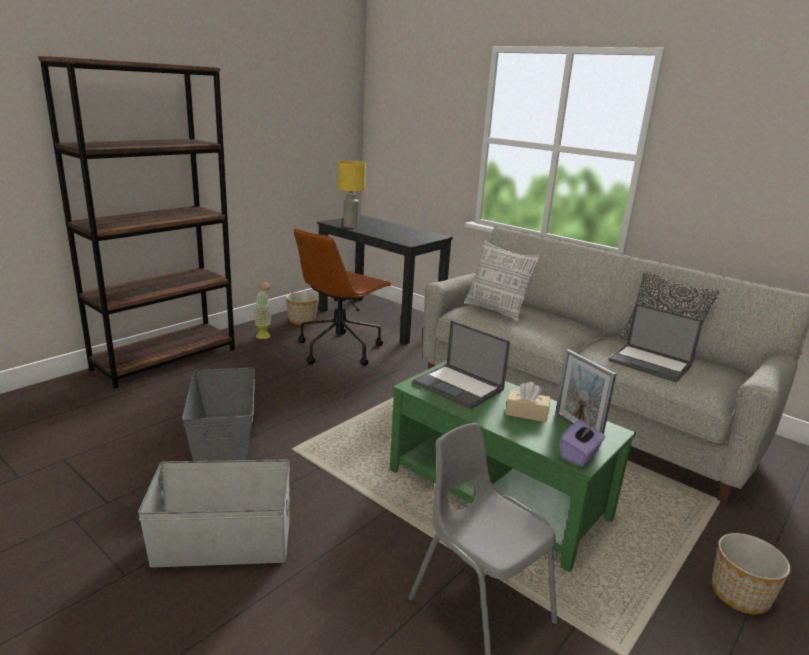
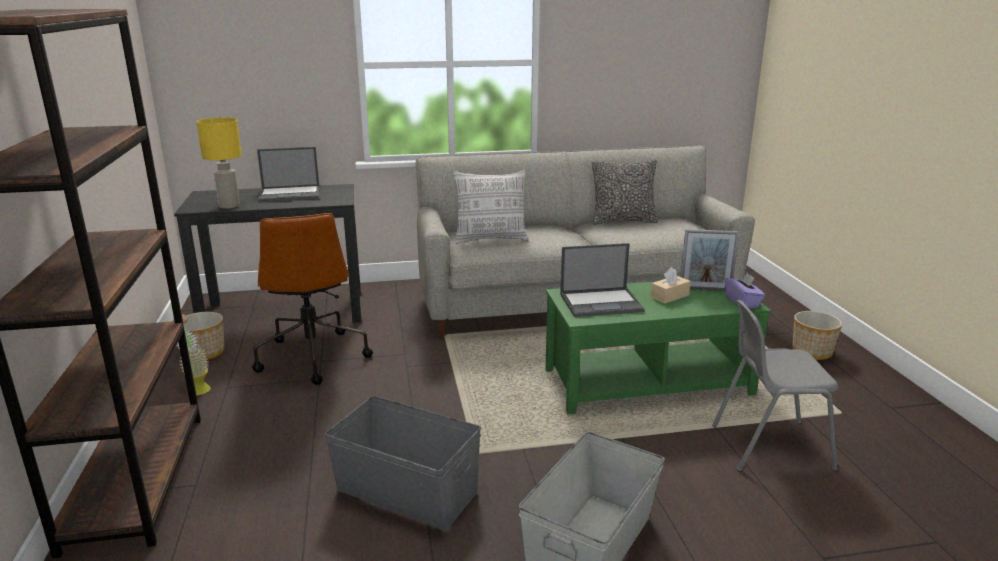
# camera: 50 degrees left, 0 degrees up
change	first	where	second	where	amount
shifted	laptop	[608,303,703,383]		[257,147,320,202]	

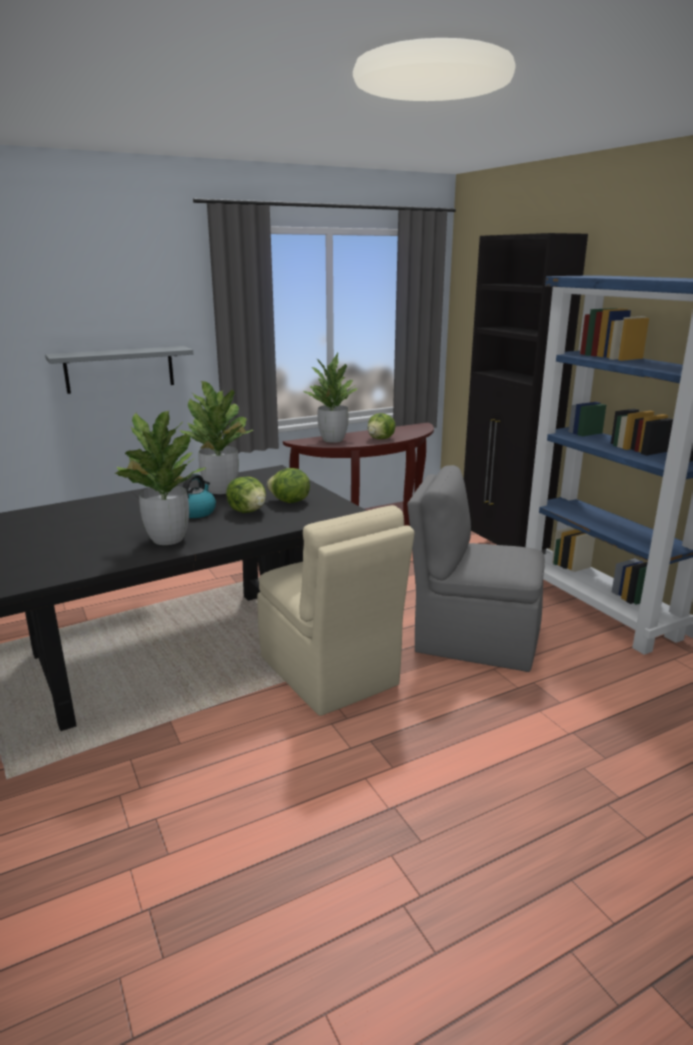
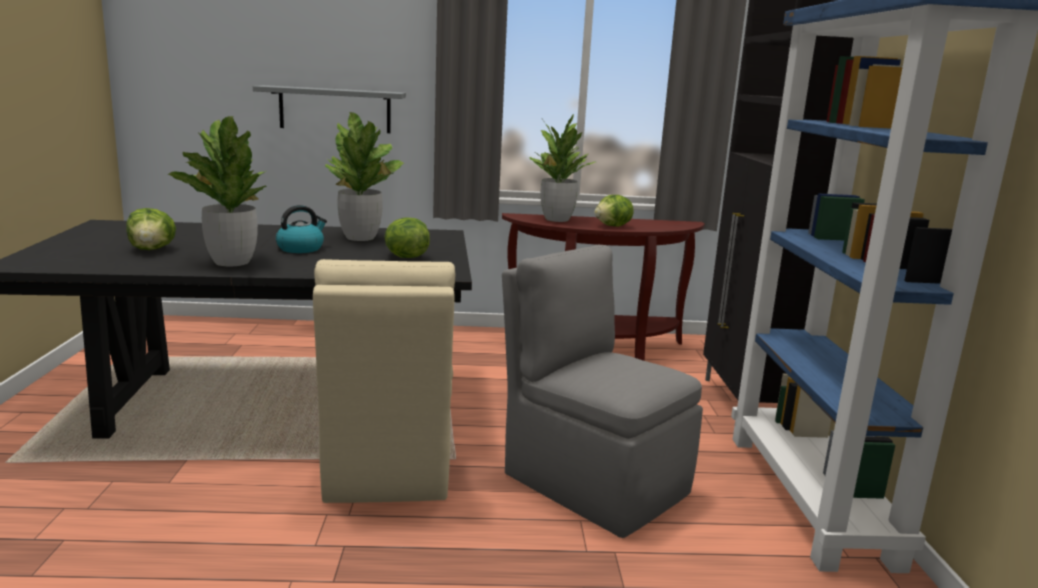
# camera: 25 degrees right, 5 degrees down
change	first	where	second	where	amount
shifted	sałata	[226,477,266,513]		[126,208,176,250]	

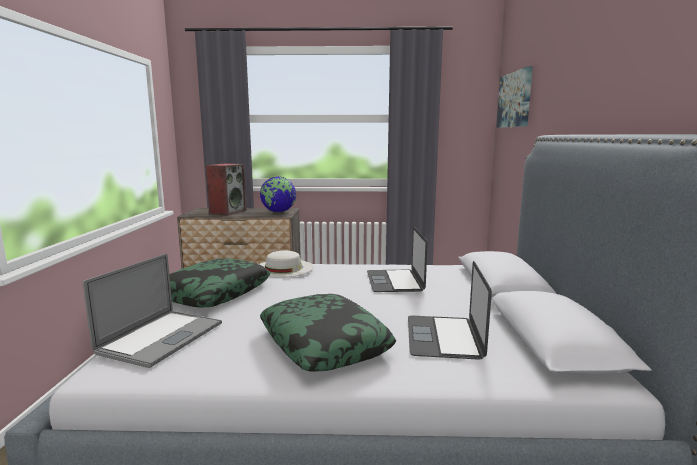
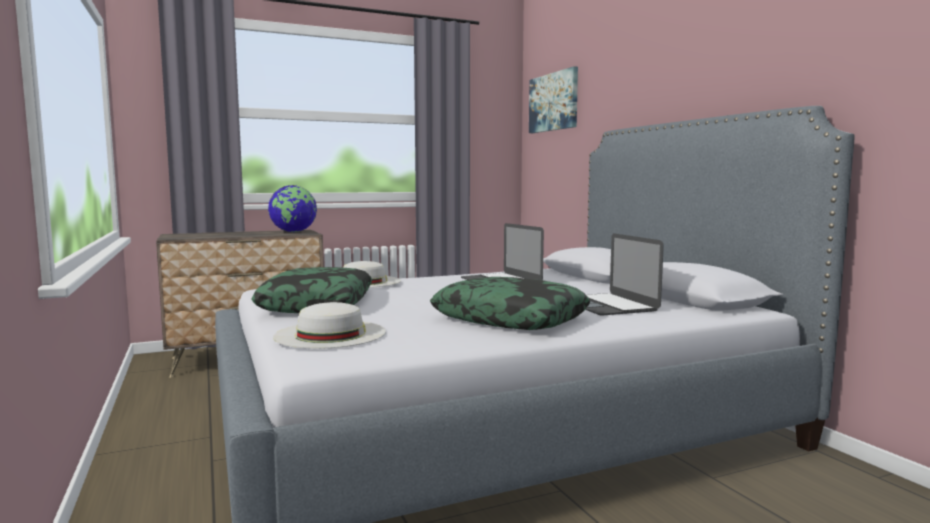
# camera: 25 degrees left, 5 degrees down
change	first	where	second	where	amount
swapped	laptop	[83,254,222,368]	kapelusz/biały	[273,302,386,349]	
gone	głośnik	[206,163,246,215]			

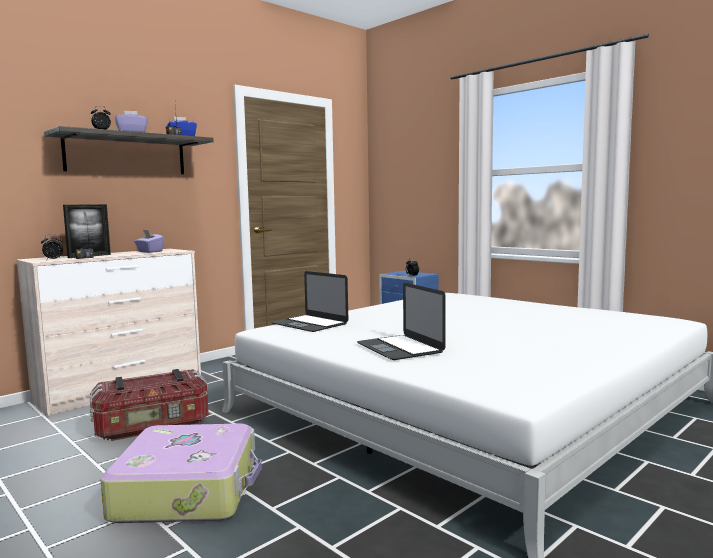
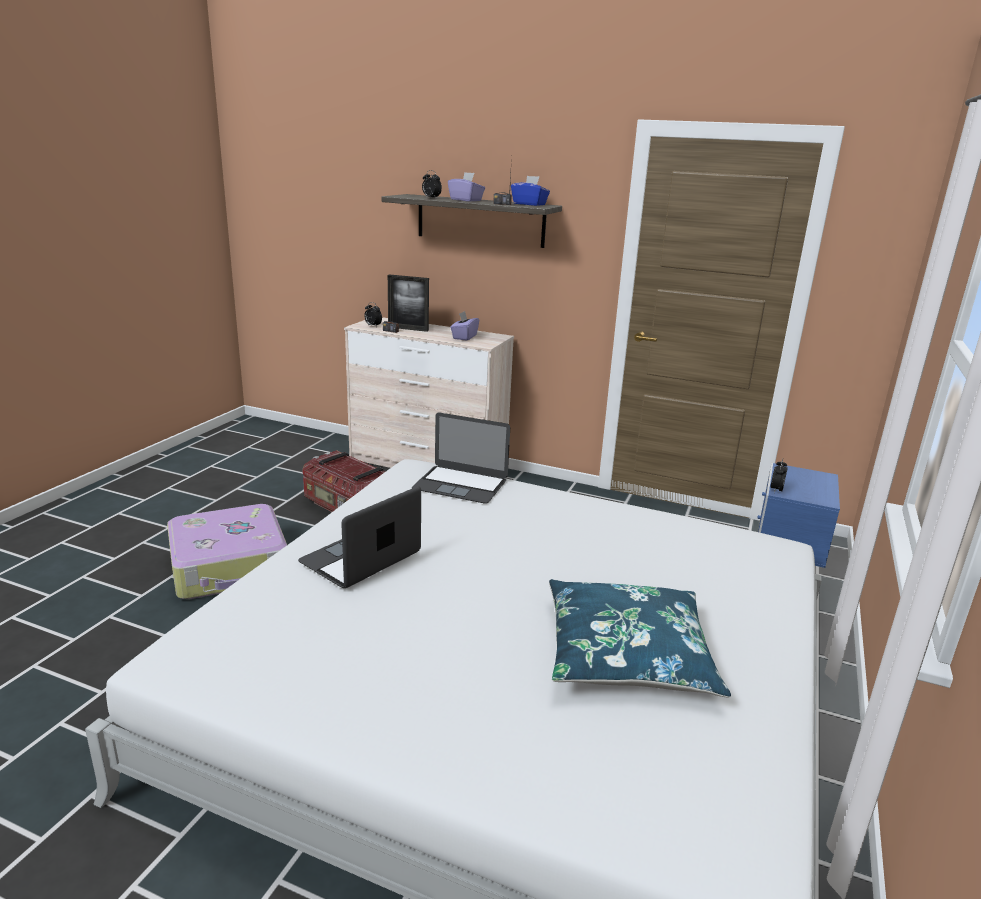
# camera: 65 degrees right, 15 degrees up
change	first	where	second	where	amount
rotated	laptop	[272,271,348,332]		[412,413,510,504]	90 degrees counterclockwise
new			poduszka/niebieski	[549,579,731,697]	

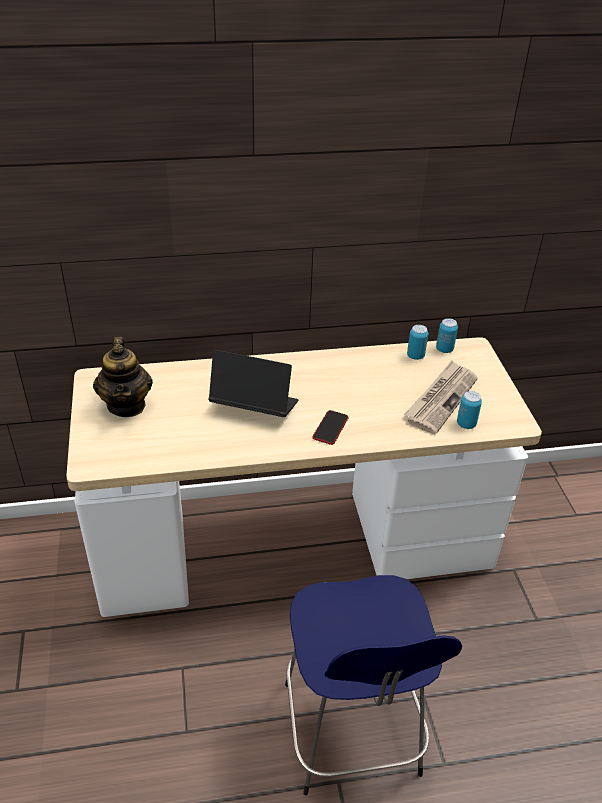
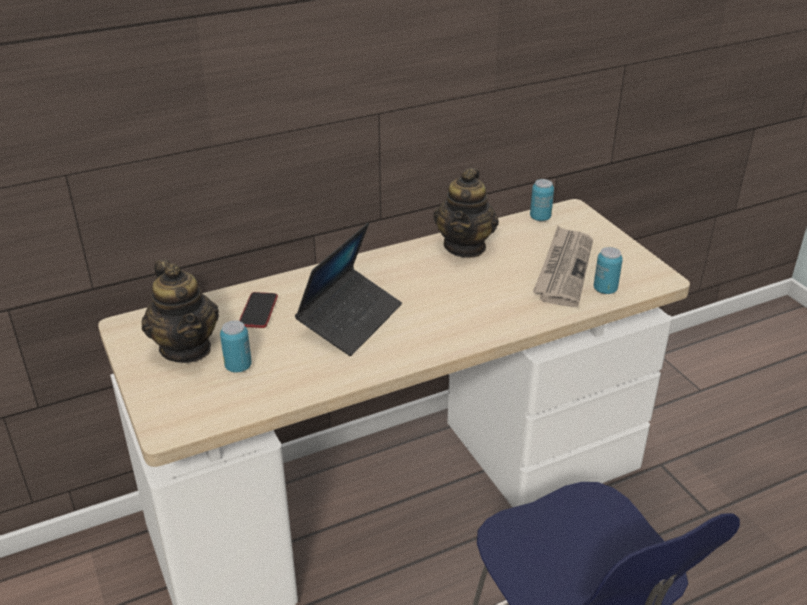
# camera: 15 degrees left, 5 degrees down
change	first	where	second	where	amount
rotated	laptop	[208,350,299,417]		[295,223,402,356]	120 degrees clockwise
shifted	telefon	[313,410,349,445]		[239,292,278,328]	
shifted	puszka	[407,325,428,360]		[220,320,252,373]	
new			imbryk	[433,168,499,258]	

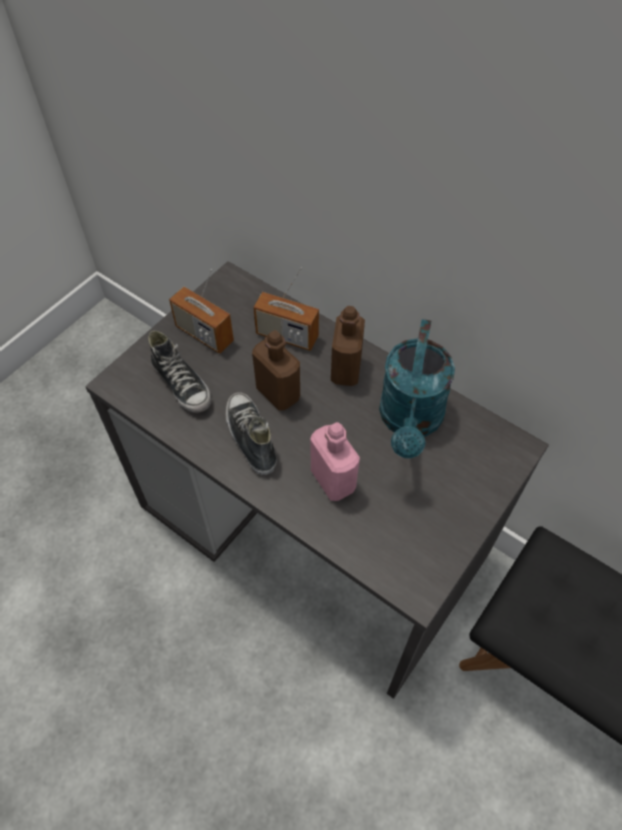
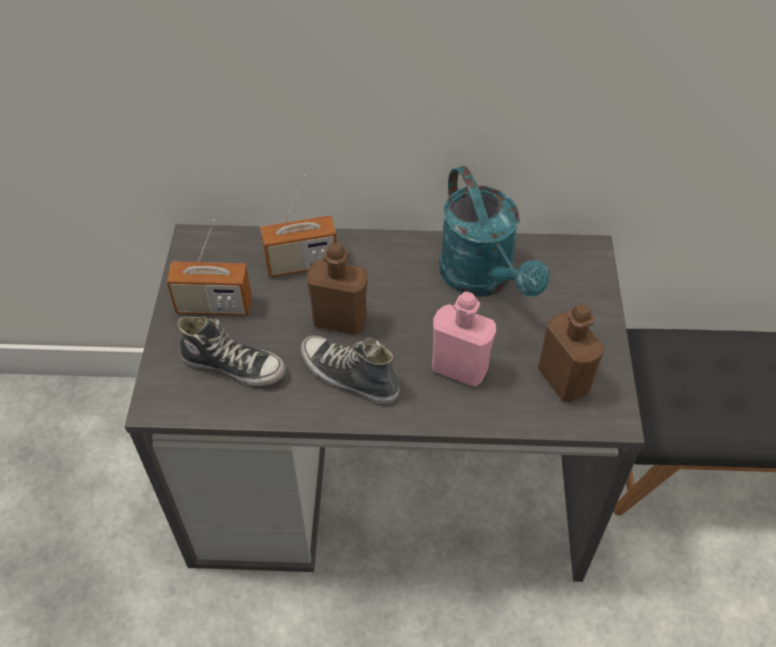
# camera: 35 degrees left, 5 degrees down
change	first	where	second	where	amount
shifted	butelka/brązowy	[331,306,365,386]		[538,304,605,402]	

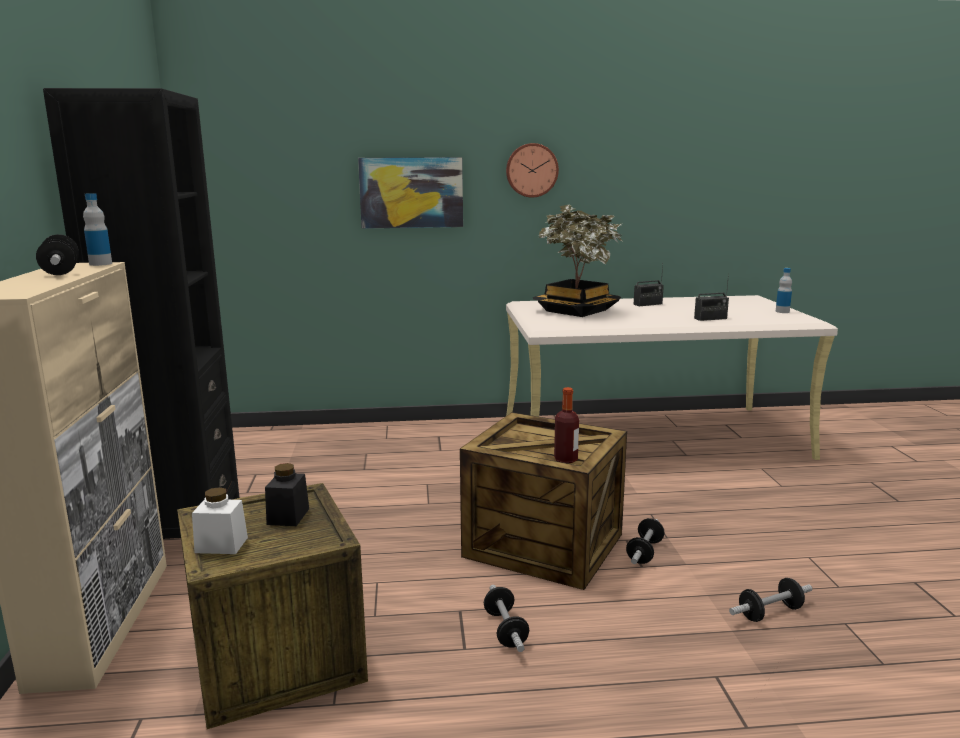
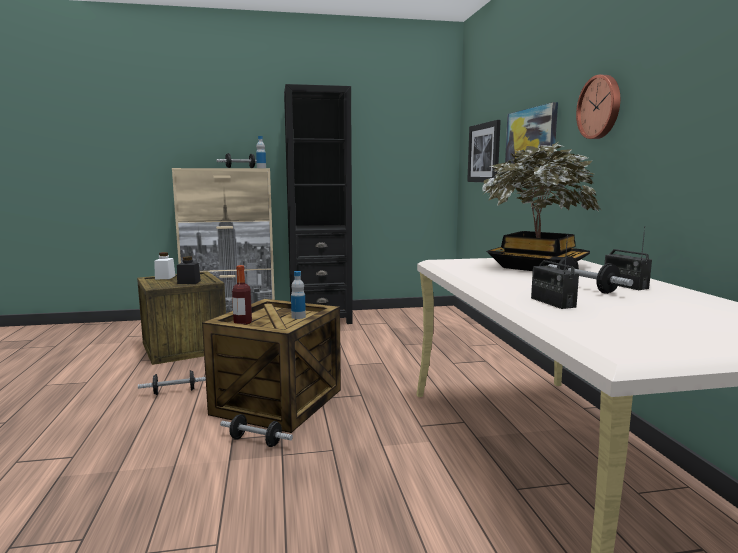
# camera: 85 degrees right, 5 degrees down
change	first	where	second	where	amount
shifted	hantel	[729,578,812,622]		[548,256,633,294]	
shifted	butelka	[776,268,792,313]		[291,271,306,319]	
new			obraz	[467,120,501,182]	

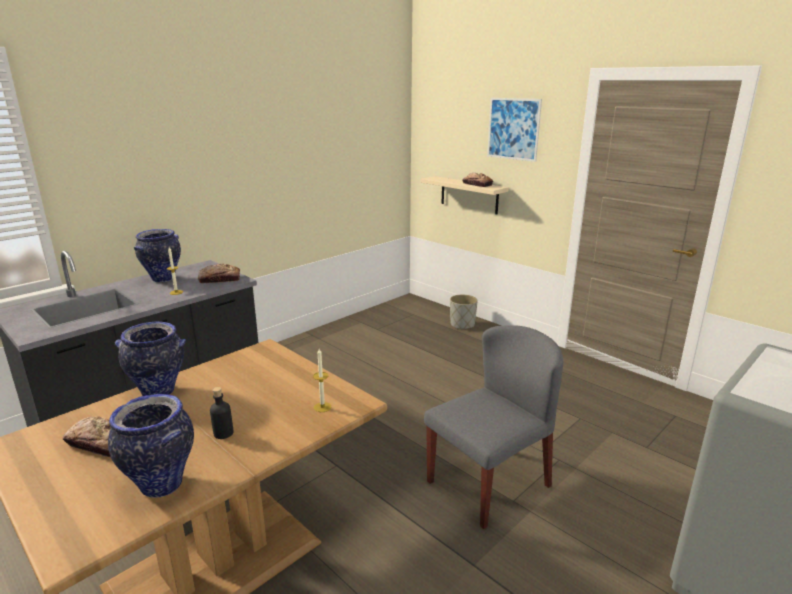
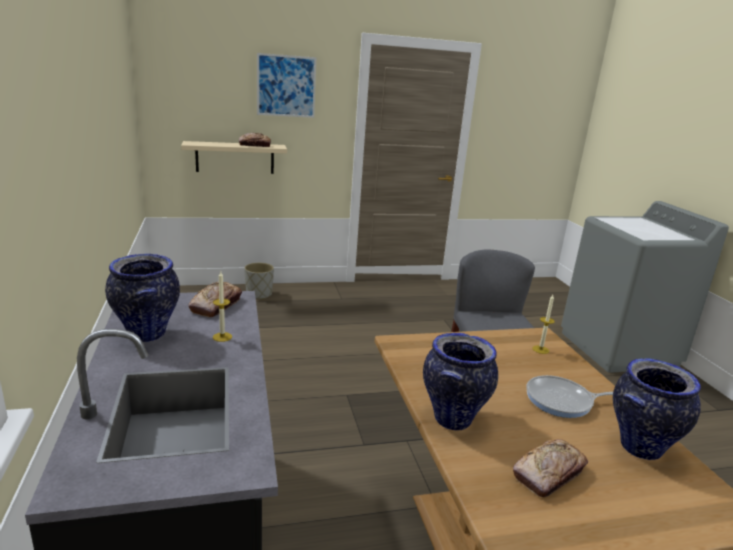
# camera: 60 degrees left, 0 degrees up
change	first	where	second	where	amount
swapped	butelka/czarny	[210,387,233,439]	patelnia	[526,375,613,418]	

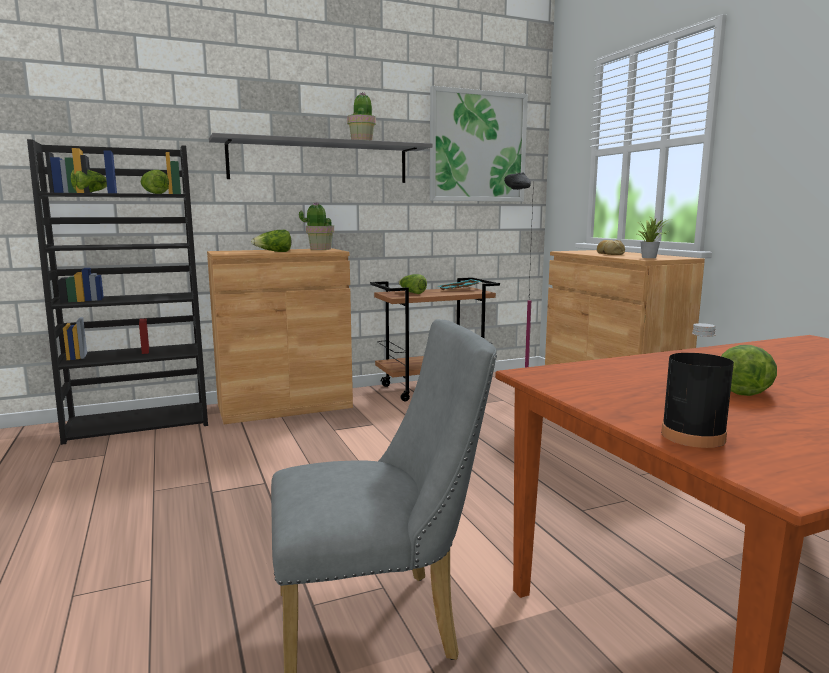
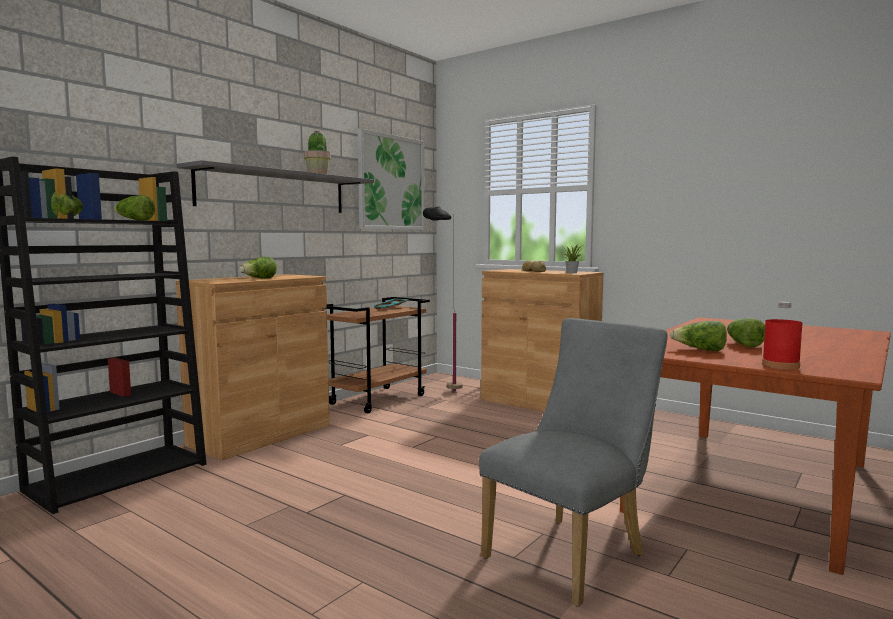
# camera: 30 degrees left, 5 degrees down
change	first	where	second	where	amount
gone	roślina doniczkowa	[299,203,334,250]			
shifted	sałata	[399,274,427,294]		[670,321,727,351]	
repainted	butelka/czarny	[661,323,734,448]	butelka/czerwony	[762,302,802,369]	

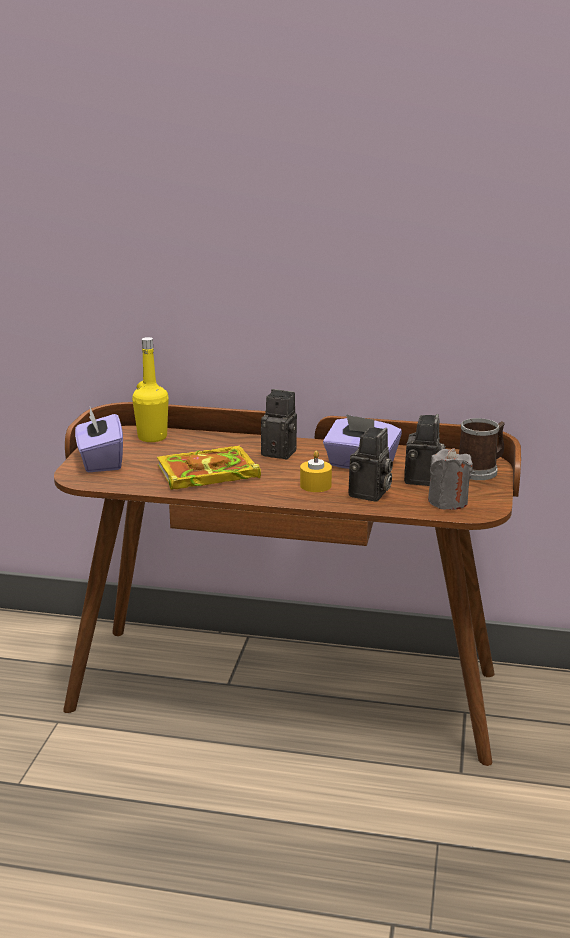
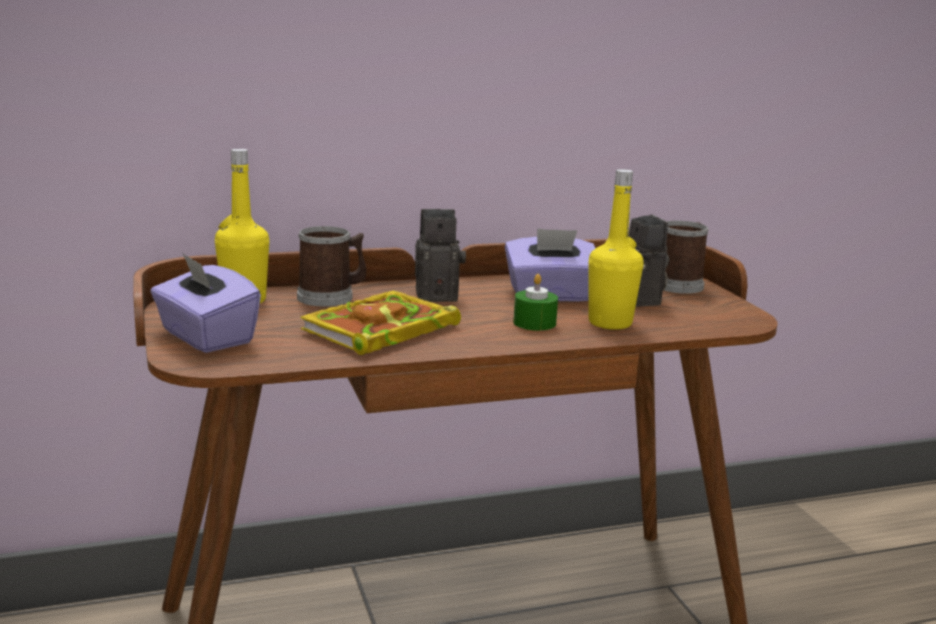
# camera: 30 degrees left, 5 degrees down
change	first	where	second	where	amount
repainted	świeca/żółty	[300,451,332,492]	świeca/zielony	[513,274,558,331]	
swapped	aparat fotograficzny	[349,428,393,502]	butelka/żółty	[589,169,643,330]	
gone	świeca/szary	[428,448,473,510]			
new			kubek	[297,226,366,307]	

